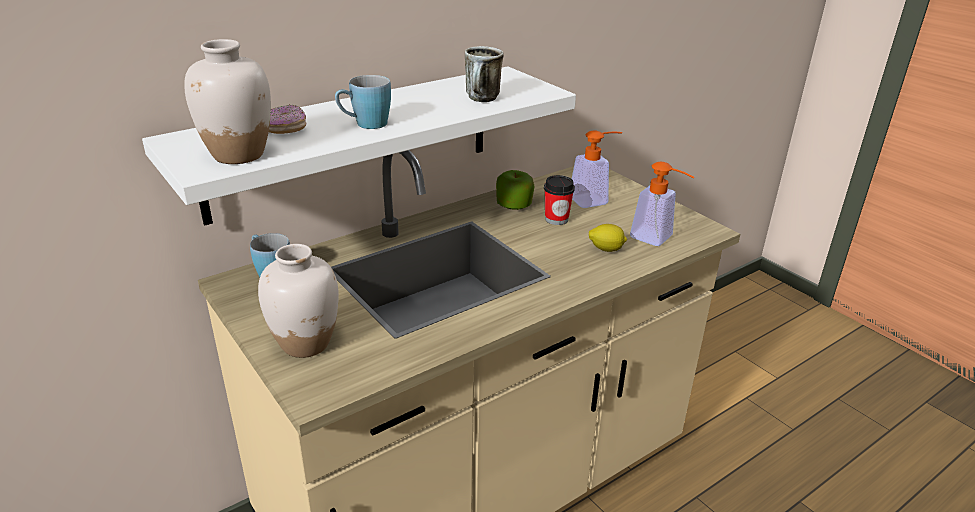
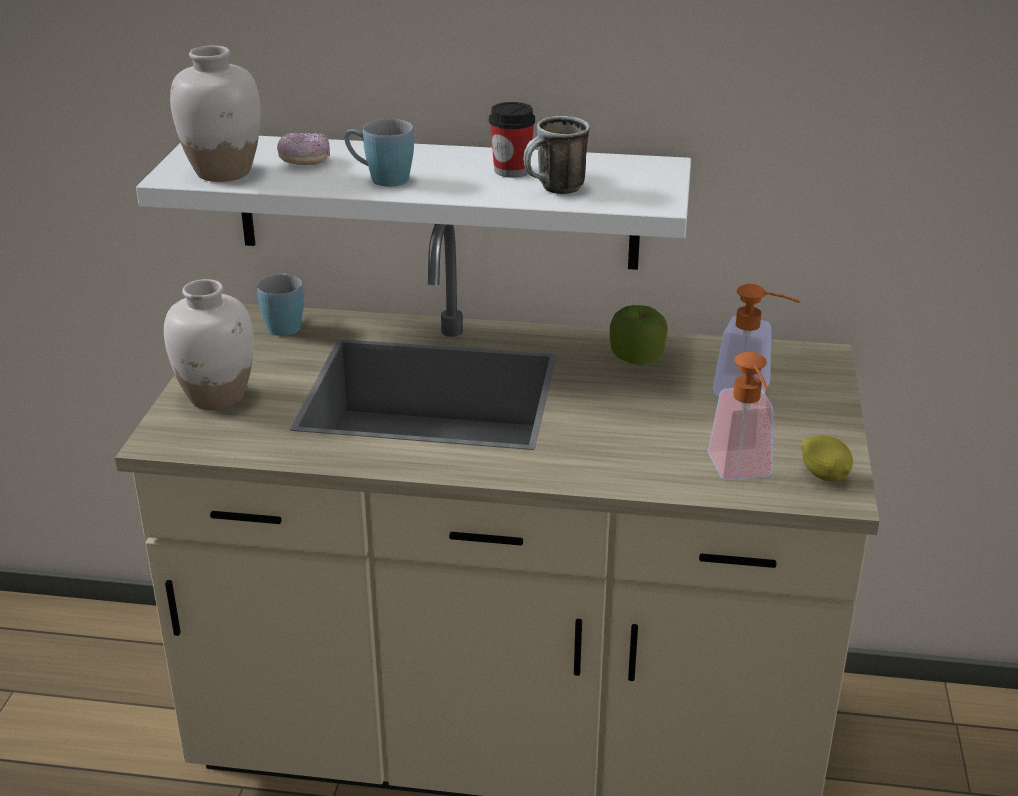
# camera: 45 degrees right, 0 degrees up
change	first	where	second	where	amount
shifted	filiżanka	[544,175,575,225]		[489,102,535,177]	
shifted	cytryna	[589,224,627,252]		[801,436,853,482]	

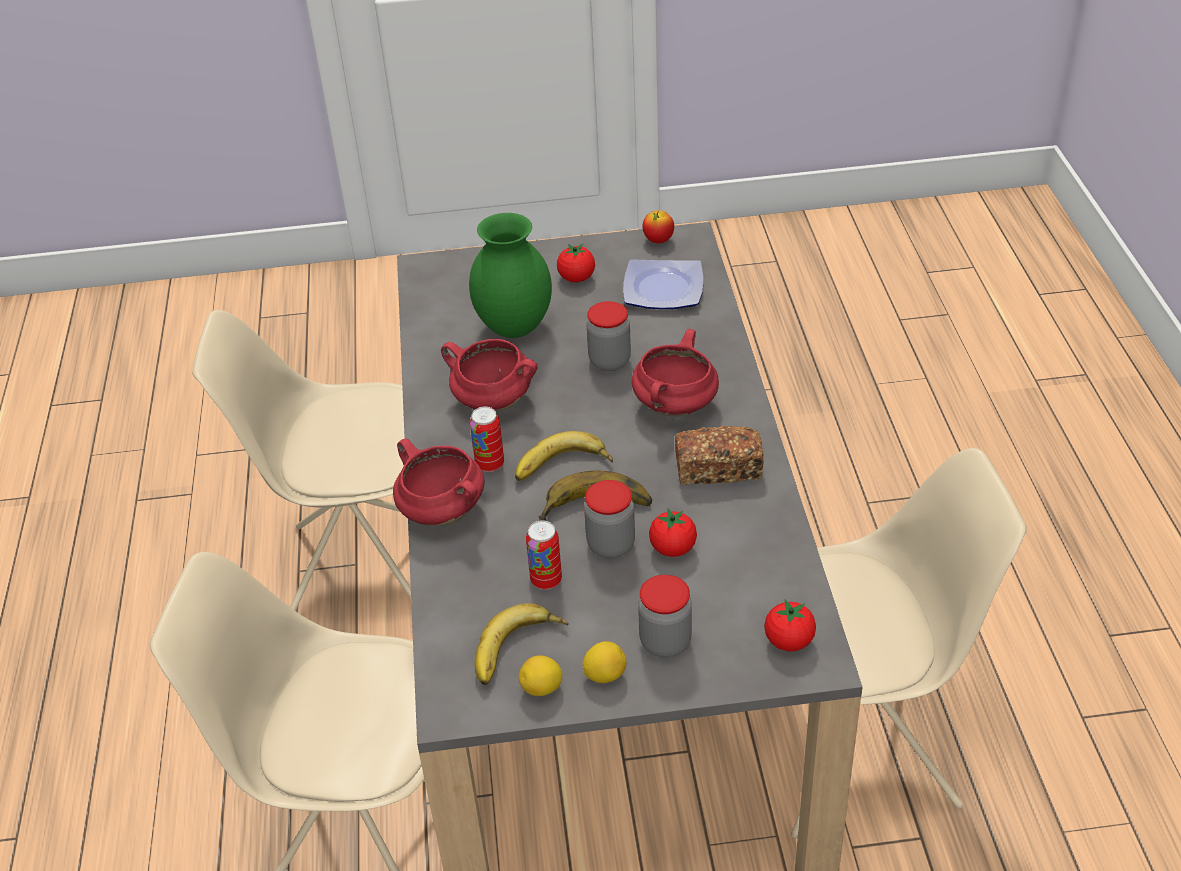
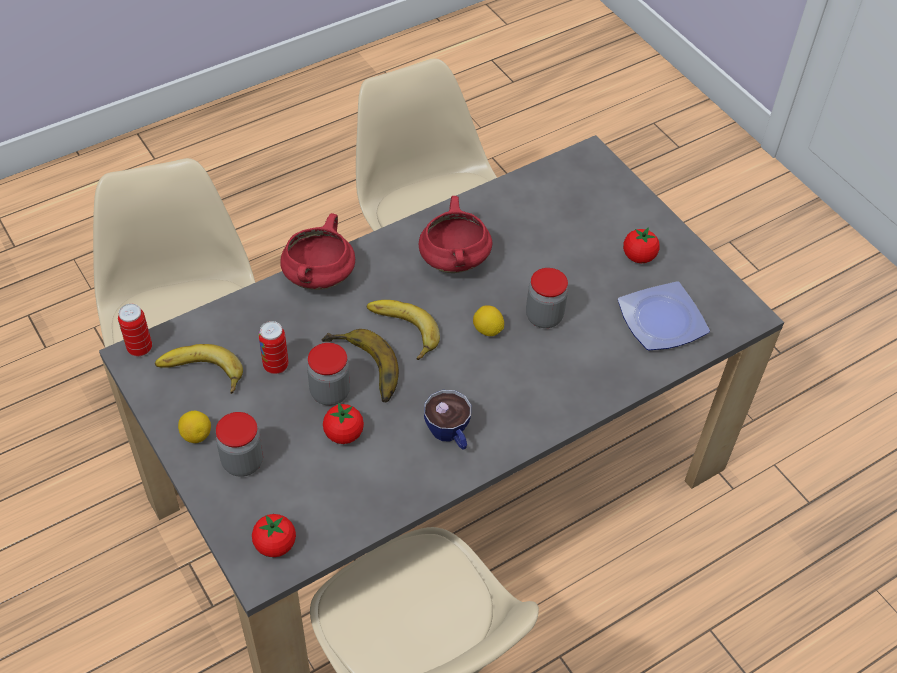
# camera: 60 degrees right, 10 degrees up
change	first	where	second	where	amount
gone	wazon/zielony	[469,213,552,338]			
shifted	puszka	[470,407,504,472]		[118,304,152,356]	
shifted	cytryna	[518,655,562,696]		[473,305,504,336]	
gone	garnek/czerwony	[632,329,719,417]			
gone	jabłko	[642,210,674,243]			
swapped	chleb	[675,426,764,485]	filiżanka	[424,390,471,449]	

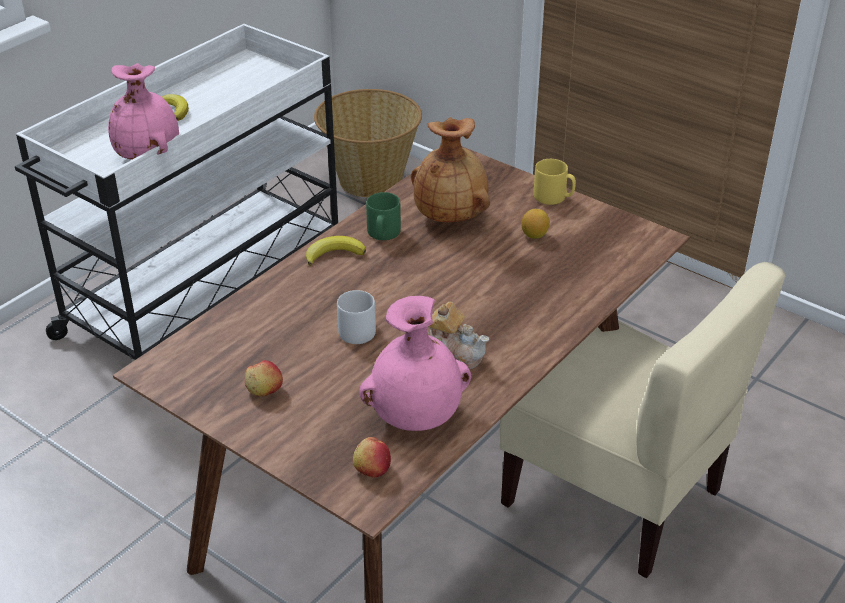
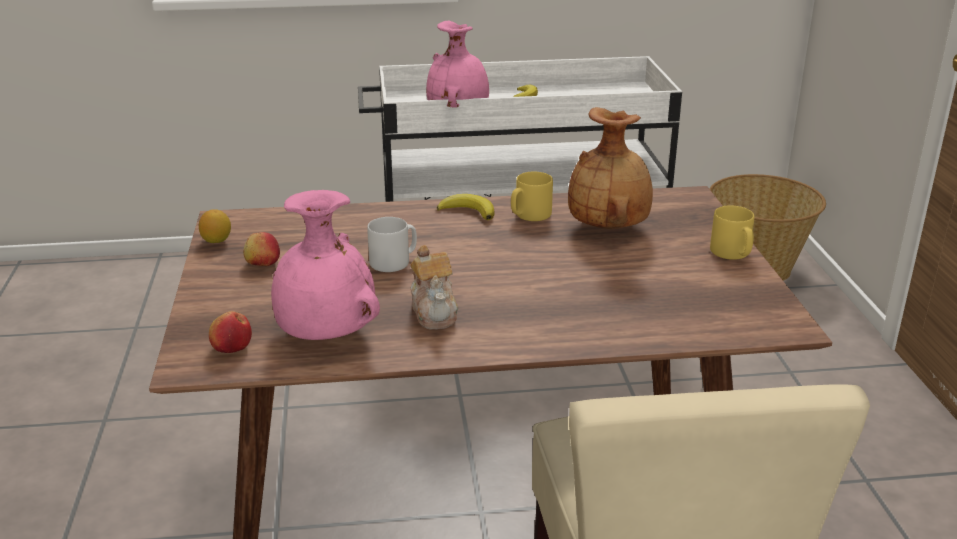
# camera: 45 degrees right, 10 degrees down
change	first	where	second	where	amount
repainted	kubek/zielony	[366,192,401,240]	kubek/żółty	[511,172,553,221]	
shifted	cytryna	[521,209,550,239]		[199,209,231,243]	

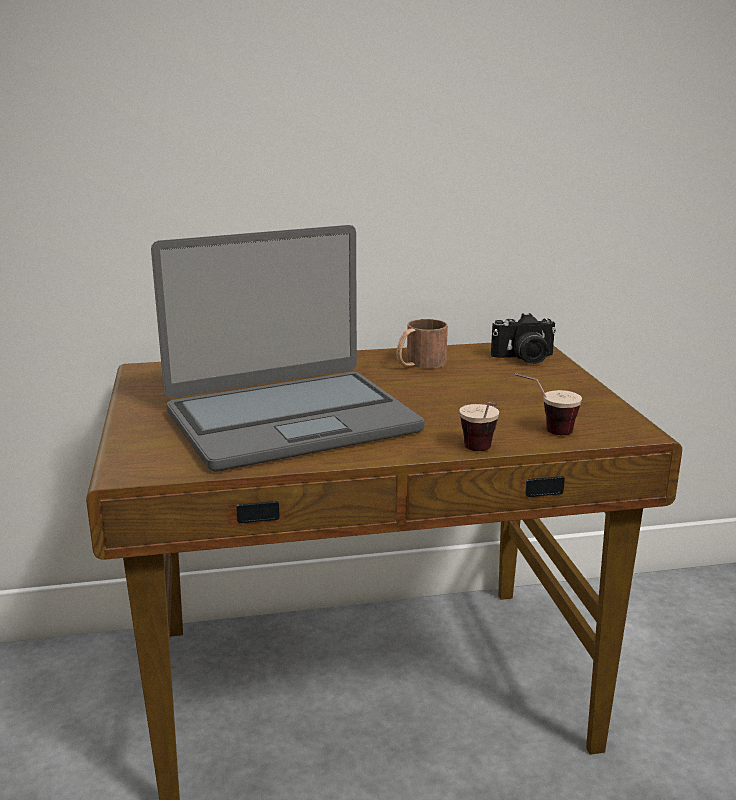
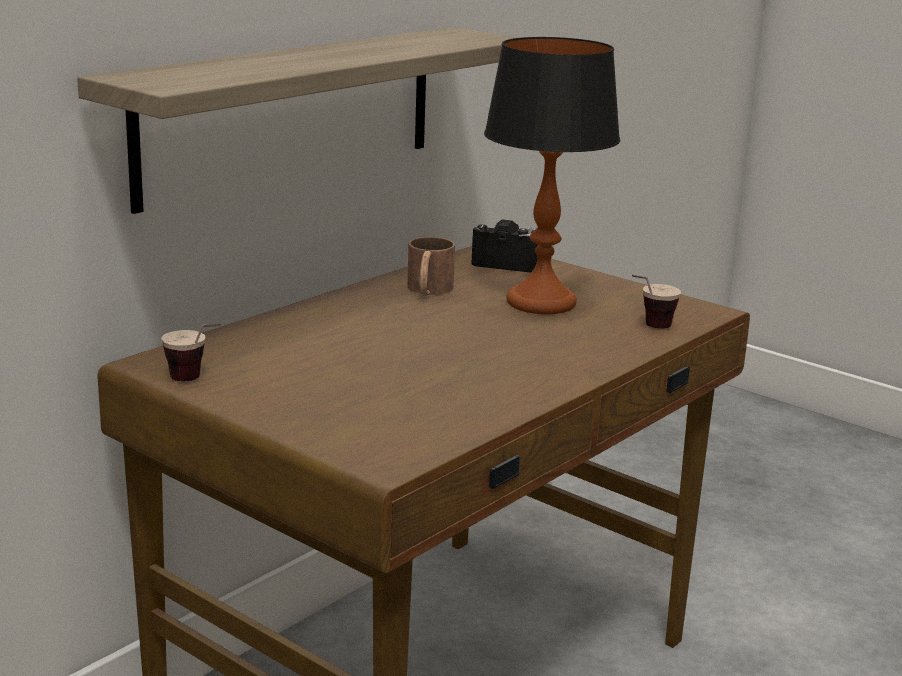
# camera: 40 degrees left, 0 degrees up
change	first	where	second	where	amount
gone	laptop	[151,225,425,472]			
shifted	filiżanka	[459,402,499,451]		[161,324,221,381]	
rotated	aparat fotograficzny	[491,313,556,364]		[471,220,538,273]	120 degrees counterclockwise
new			półka	[77,27,519,214]	
new			lampa stołowa	[484,37,620,314]	

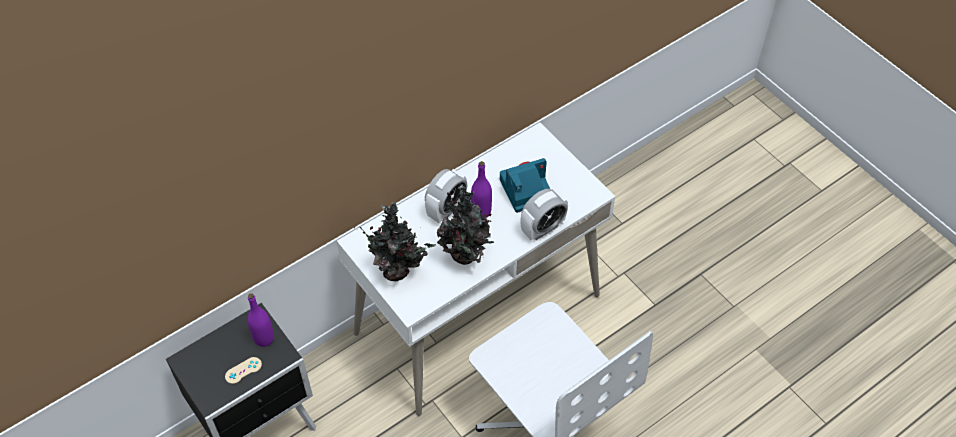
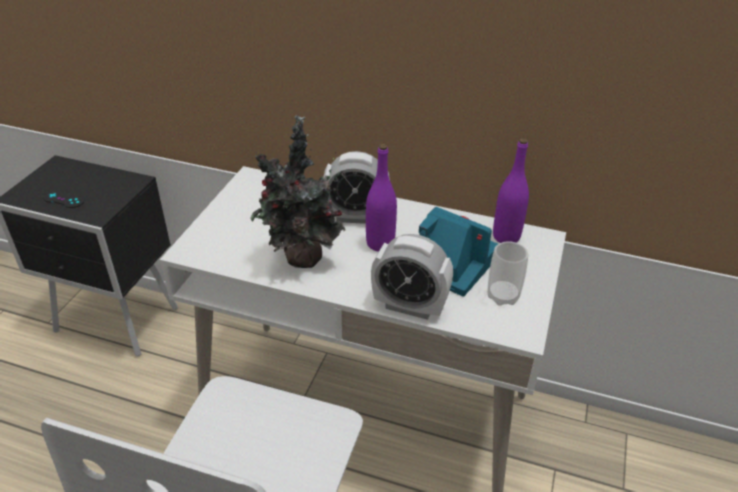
# camera: 55 degrees right, 15 degrees down
change	first	where	second	where	amount
repainted	pad do gier/beżowy	[225,357,262,384]	pad do gier/czarny	[43,190,84,208]	
shifted	butelka/fioletowy	[247,293,274,347]		[493,138,529,243]	
gone	roślina doniczkowa	[359,202,436,281]			
new			filiżanka	[487,241,528,306]	

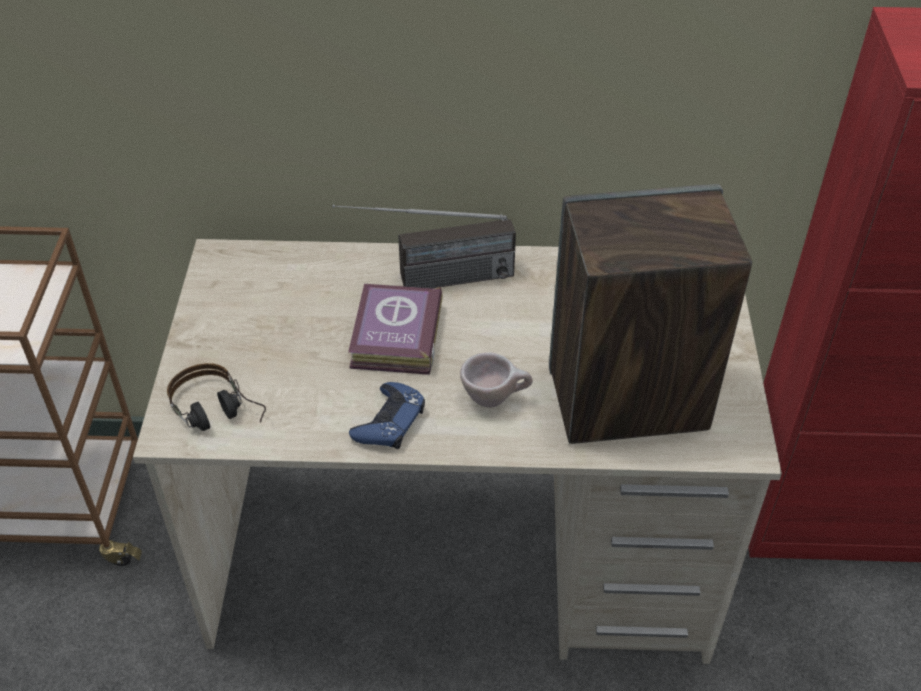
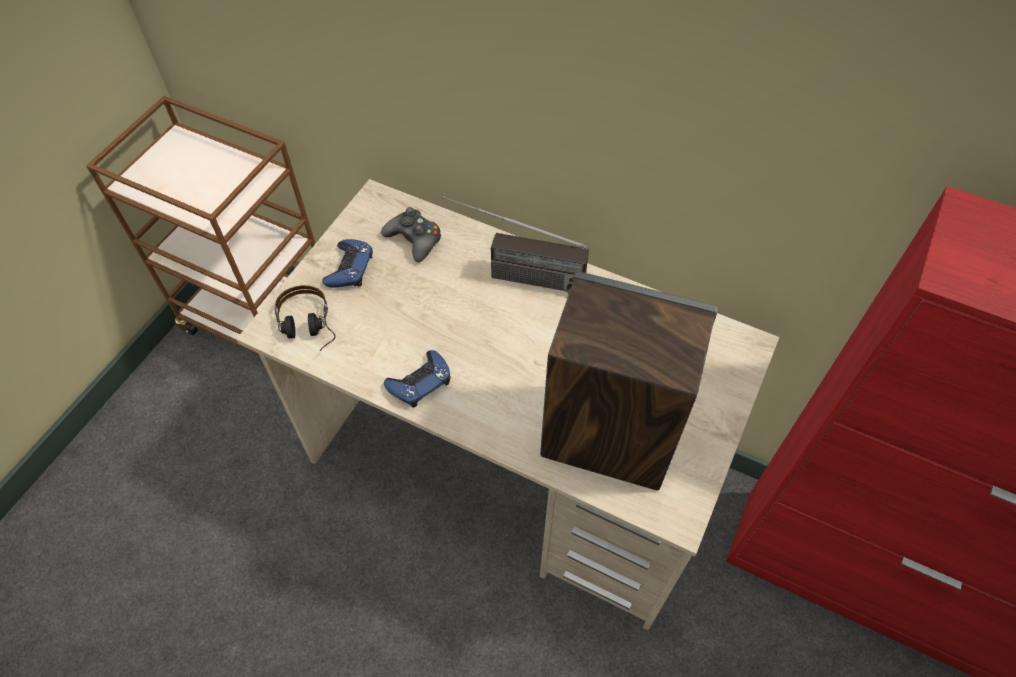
# camera: 25 degrees right, 10 degrees up
change	first	where	second	where	amount
gone	książka	[348,284,443,375]			
gone	filiżanka/beżowy	[460,352,533,408]			
new			pad do gier/niebieski	[322,239,373,288]	
new			pad do gier/czarny	[381,207,441,263]	

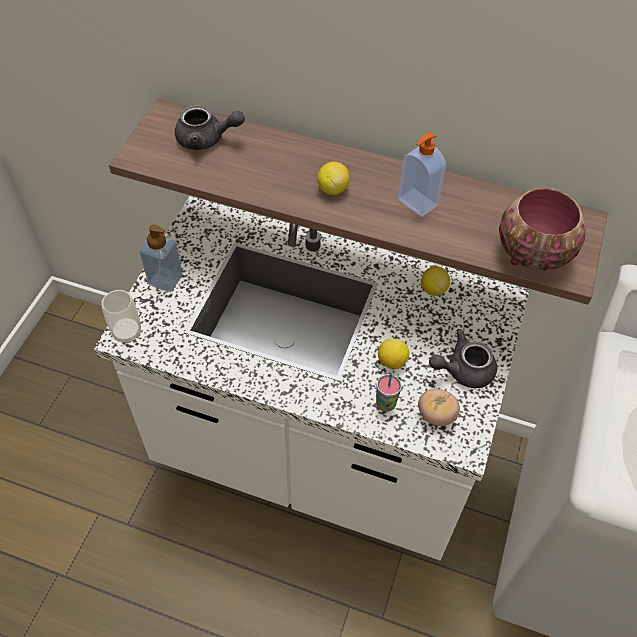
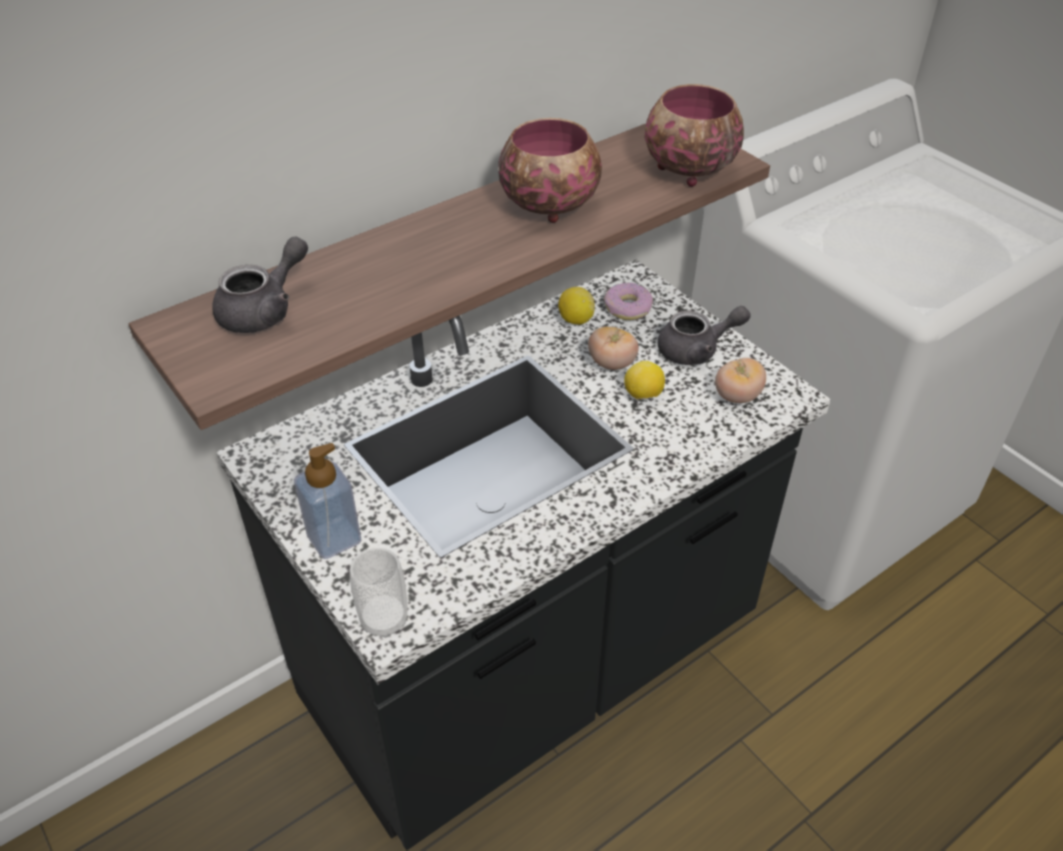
# camera: 55 degrees left, 10 degrees down
change	first	where	second	where	amount
repainted	zabudowa kuchenna/biały	[93,196,530,560]	zabudowa kuchenna/czarny	[216,260,831,850]	
gone	cytryna	[317,161,350,195]			
gone	filiżanka	[376,373,402,412]			
swapped	dozownik mydła	[398,132,446,217]	miska	[498,118,602,223]	
rotated	imbryk/szary	[429,329,497,388]		[658,306,750,365]	120 degrees counterclockwise
new			pomidor	[588,326,639,370]	
new			donut	[604,283,653,320]	

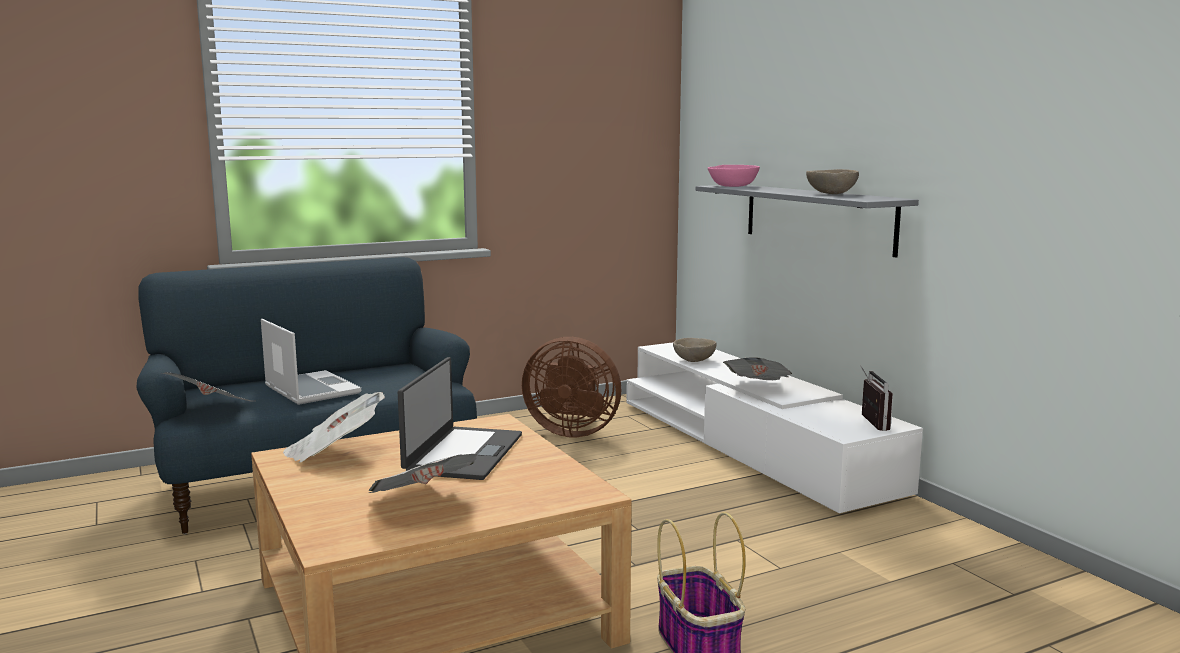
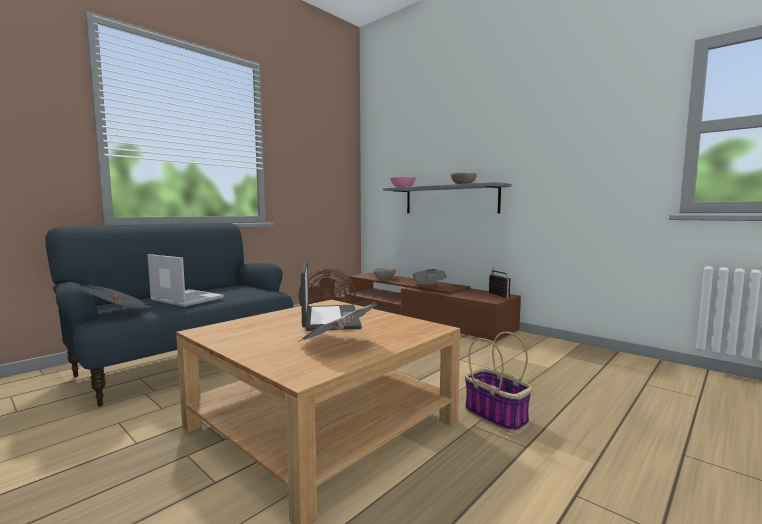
# camera: 20 degrees left, 5 degrees down
change	first	where	second	where	amount
gone	gazeta	[283,392,385,463]			
repainted	szafka pod telewizor/biały	[626,342,923,513]	szafka pod telewizor/brązowy	[345,273,521,341]	

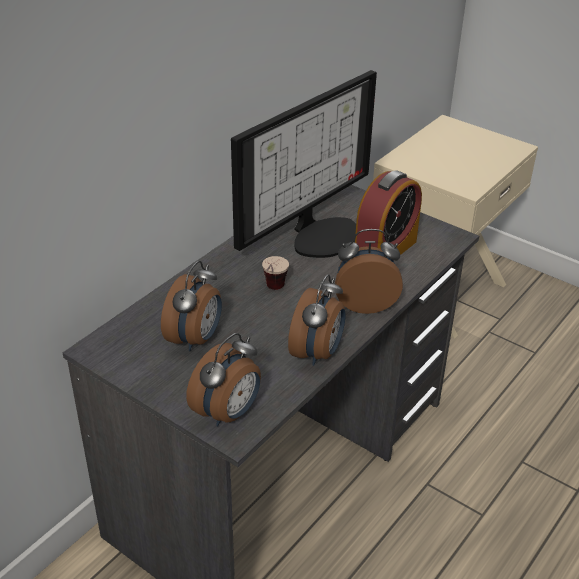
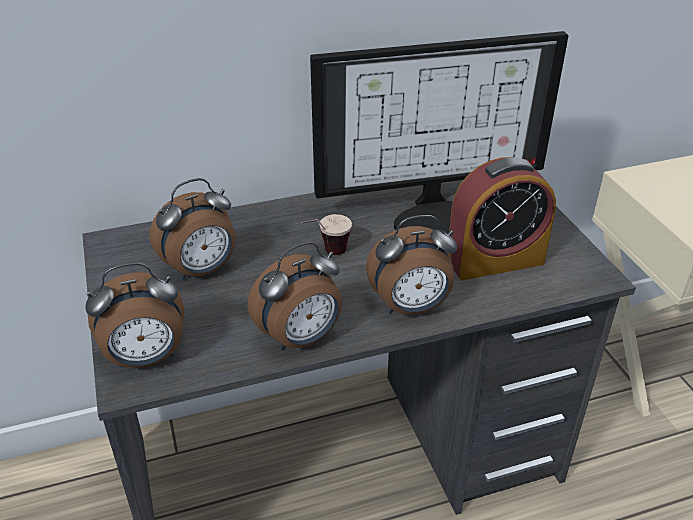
# camera: 35 degrees right, 0 degrees up
change	first	where	second	where	amount
rotated	budzik	[335,229,403,314]		[366,215,457,315]	135 degrees clockwise

